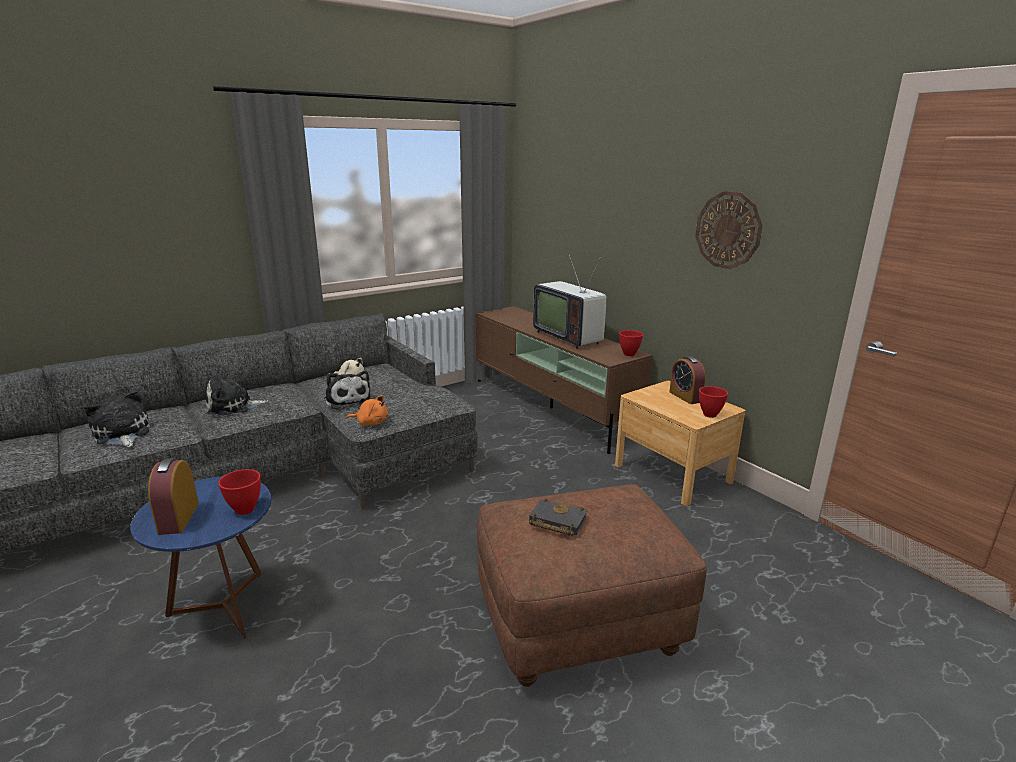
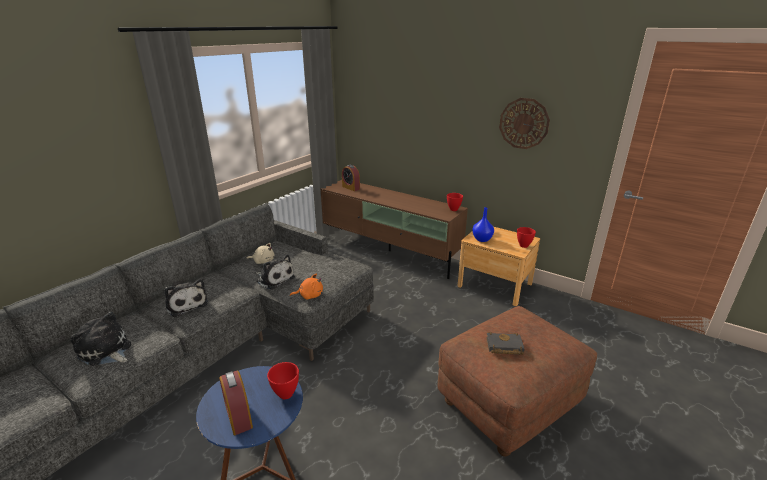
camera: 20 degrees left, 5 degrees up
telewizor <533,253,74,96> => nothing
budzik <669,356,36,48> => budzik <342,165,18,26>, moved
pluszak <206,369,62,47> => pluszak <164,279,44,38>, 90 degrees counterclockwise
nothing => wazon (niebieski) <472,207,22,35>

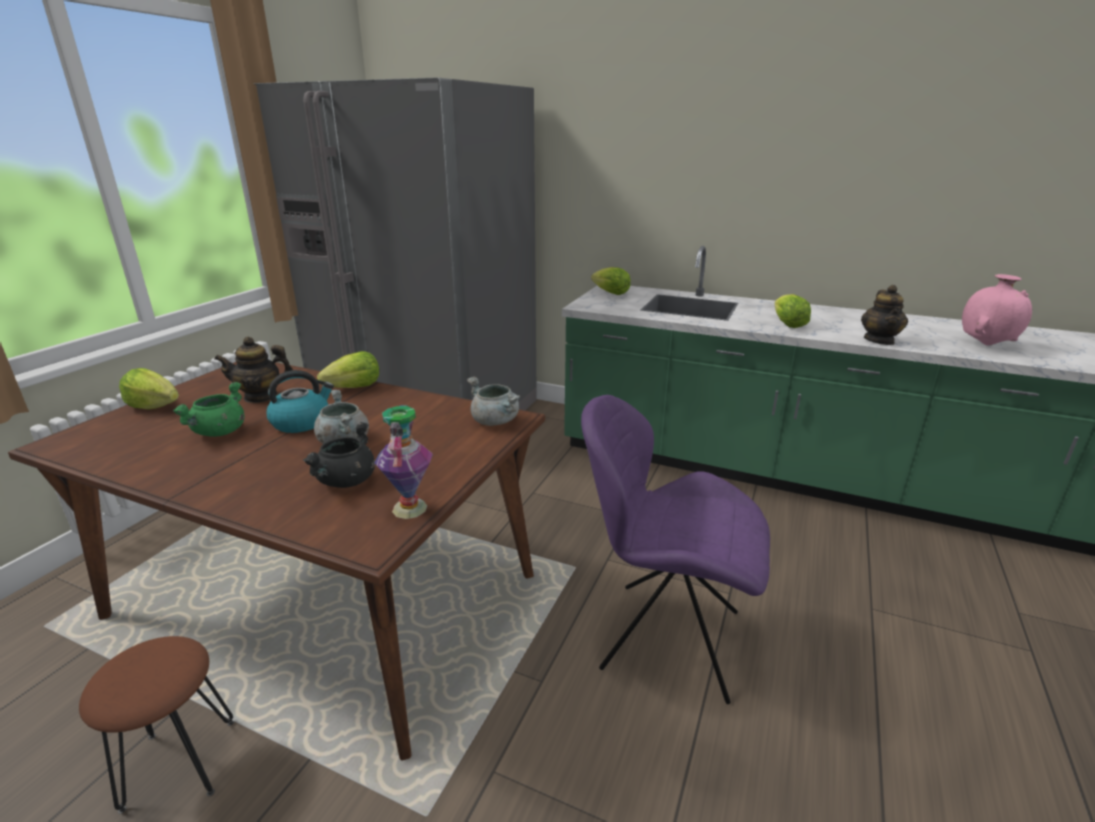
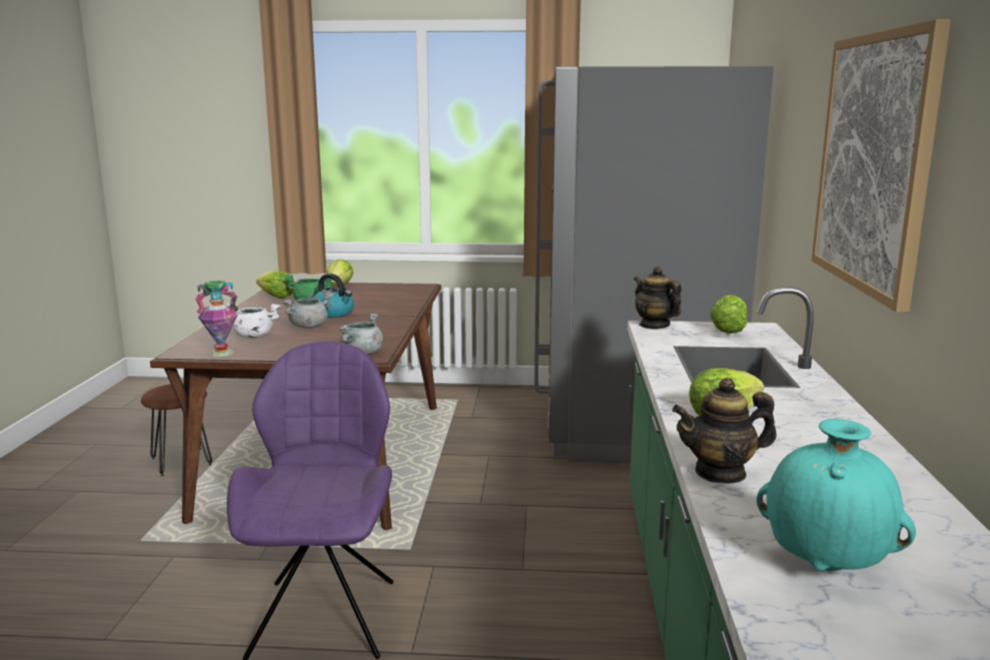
camera: 70 degrees right, 10 degrees down
wazon (różowy) <962,274,70,72> => wazon (turkusowy) <756,419,160,152>
imbryk <214,337,79,66> => imbryk <634,266,47,63>, moved
sałata <317,351,62,37> => sałata <256,270,38,29>, moved
garnek (czarny) <303,422,72,66> => garnek (biały) <227,303,54,35>
nothing => obraz <812,19,139,293>

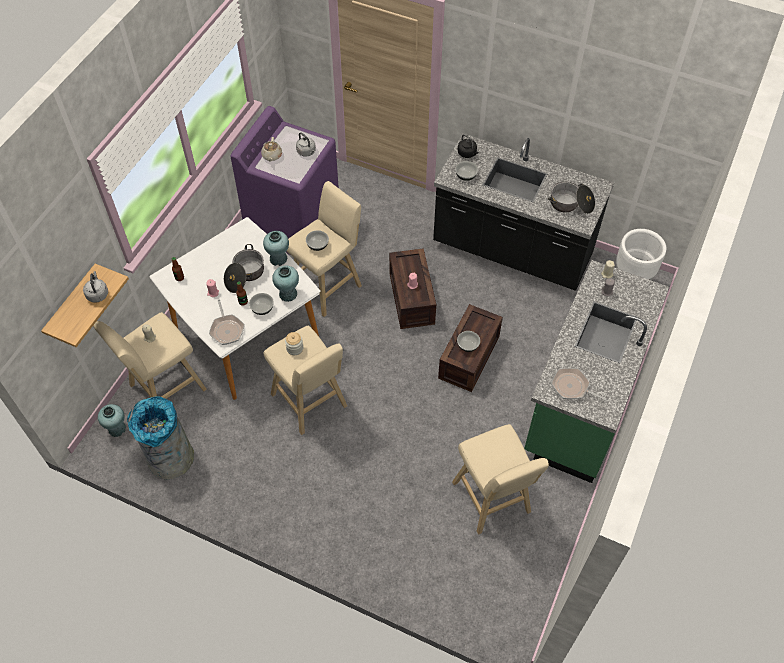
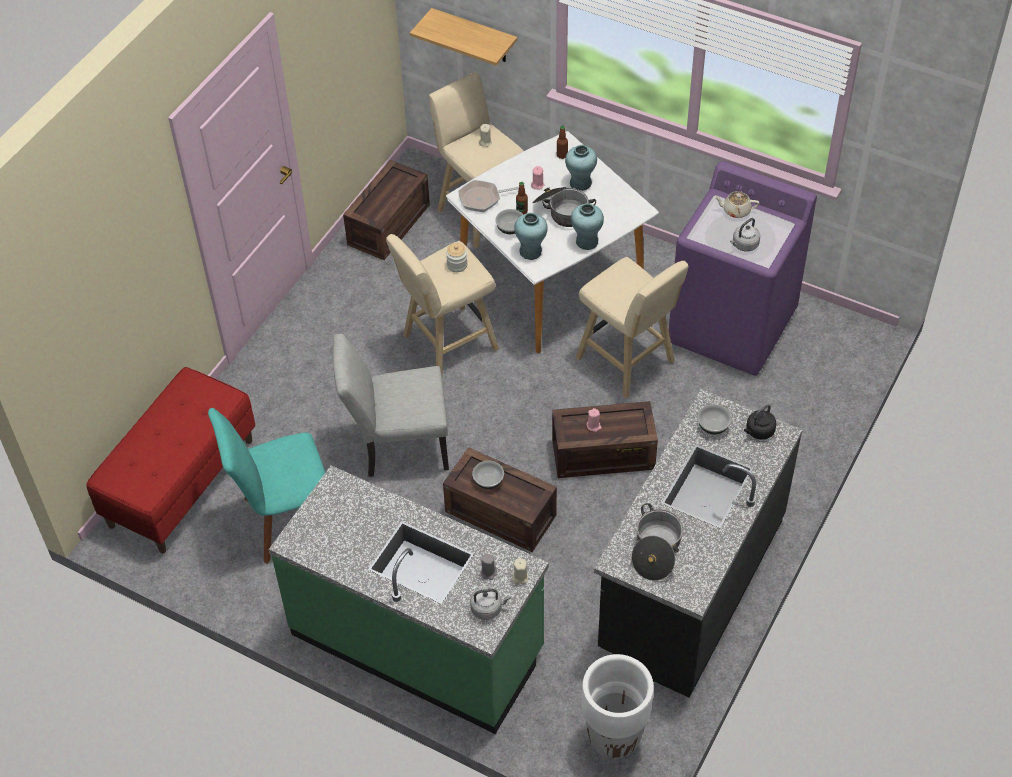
camera: 95 degrees right, 5 degrees down
miska <306,230,23,21> => nothing
czajnik (szary) <83,271,25,32> => czajnik (szary) <470,587,41,33>, moved
patelnia <551,368,58,34> => nothing
kosz na śmieci (szary) <127,396,67,84> => skrzynka <343,160,87,100>
wazon (turkusowy) <98,404,28,33> => wazon (turkusowy) <565,145,32,46>, moved
stołek (beżowy) <452,424,97,110> => krzesło (turkusowy) <208,408,118,156>
nothing => krzesło (szary) <333,334,116,143>
nothing => ławka (czerwony) <86,367,170,187>

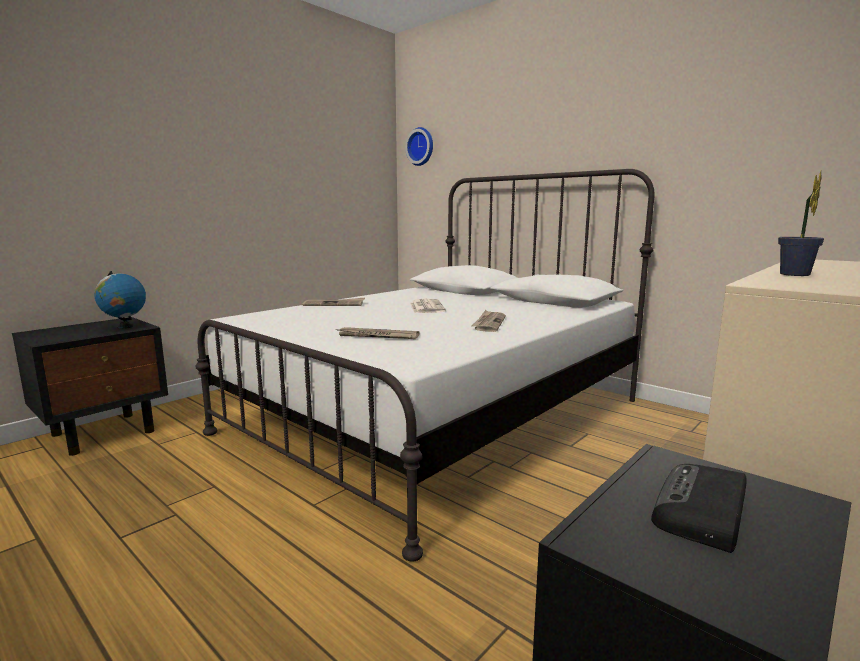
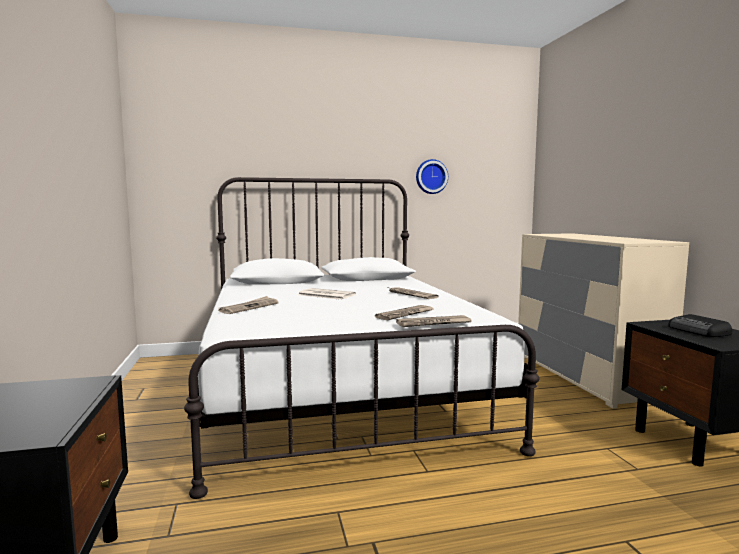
camera: 55 degrees left, 5 degrees down
zegar ścienny <405,127,28,39> => zegar ścienny <416,159,32,35>, moved
roślina doniczkowa <778,171,46,105> => nothing
globus <94,271,52,58> => nothing
nothing => gazeta <396,315,76,12>

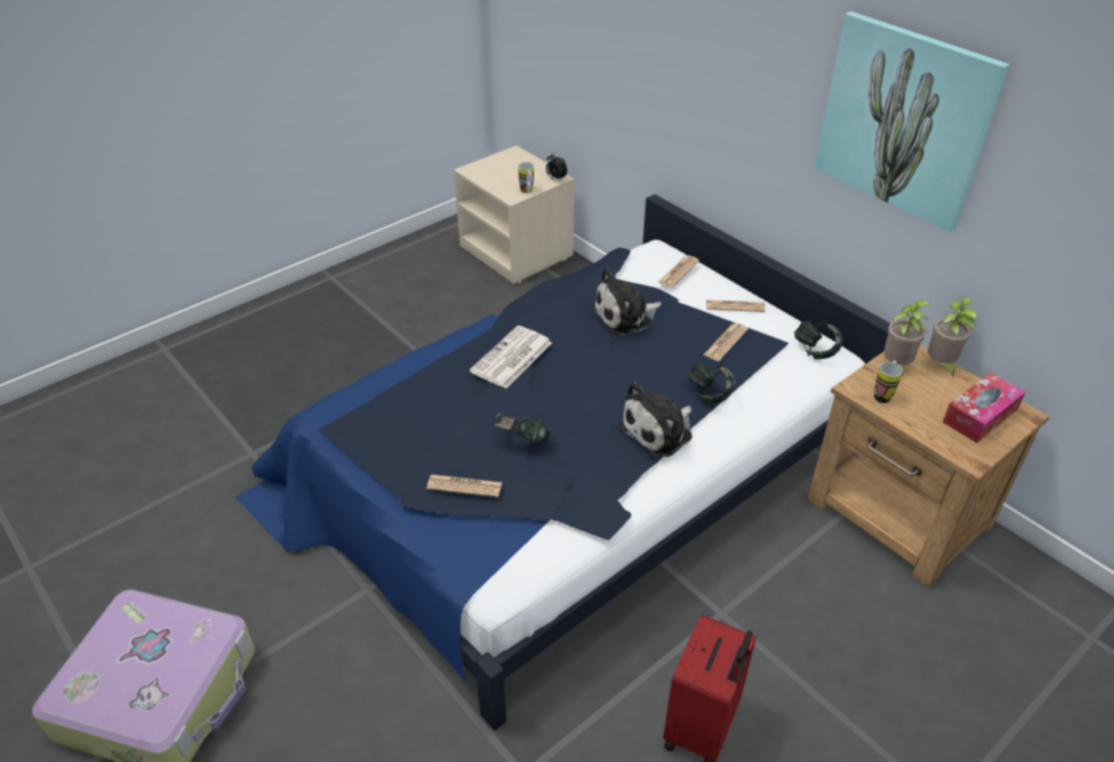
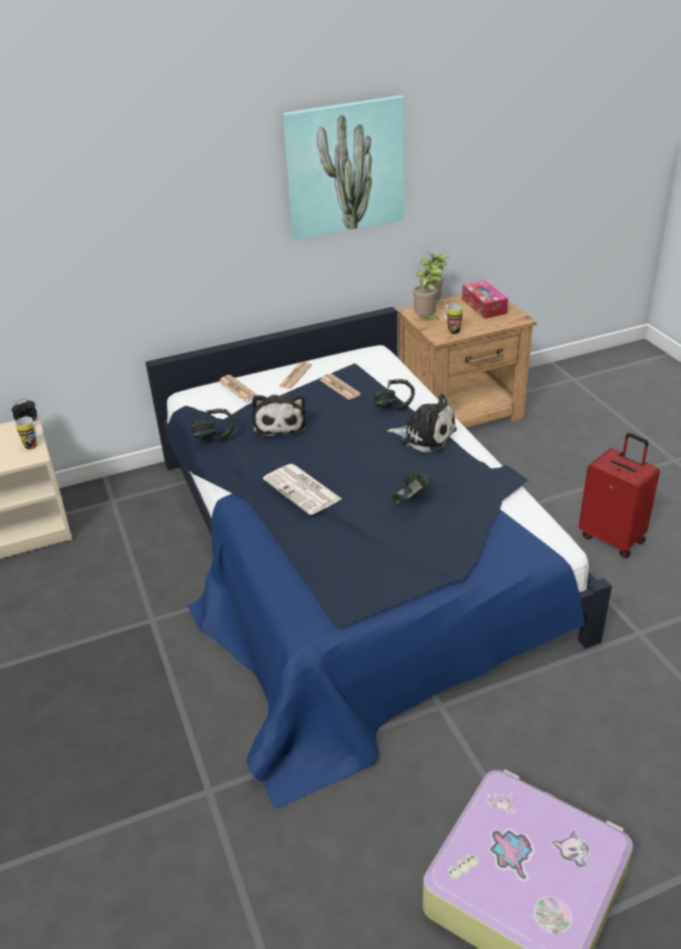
camera: 70 degrees left, 5 degrees down
słuchawki <794,321,49,38> => słuchawki <191,408,44,34>, moved
pluszak <618,382,74,75> => pluszak <387,394,70,58>, 45 degrees counterclockwise
gazeta <427,475,75,22> => nothing

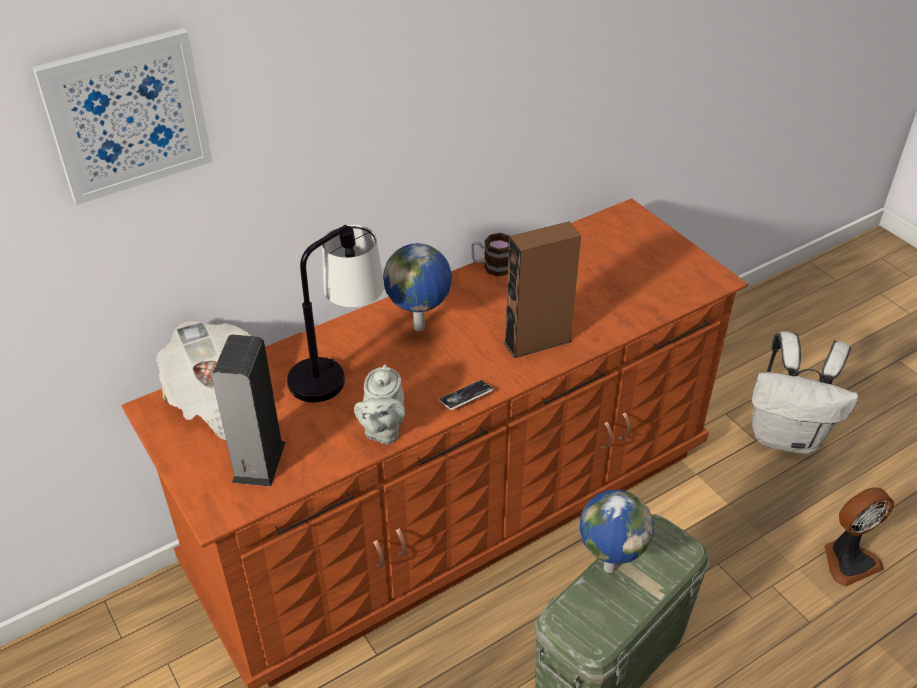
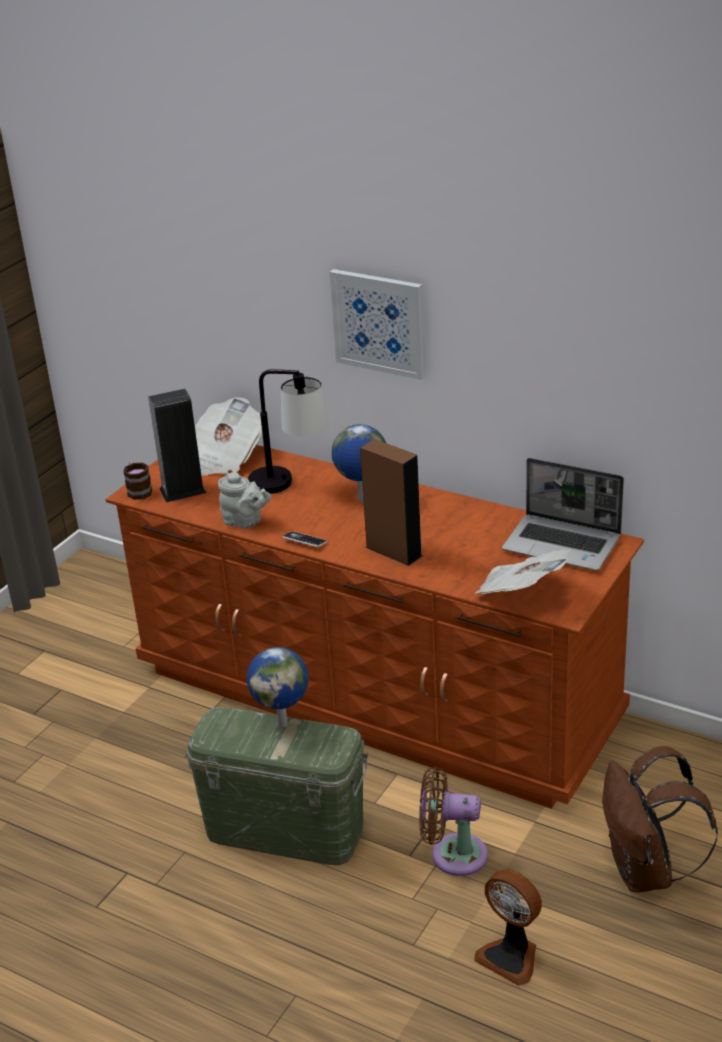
camera: 65 degrees right, 10 degrees down
obraz <33,28,180,177> => obraz <330,269,95,111>, moved
kubek <471,233,38,44> => kubek <123,461,29,39>, moved
plecak (biały) <751,331,107,123> => plecak (brązowy) <602,746,116,146>
imbryk (szary) <354,364,51,80> => imbryk (szary) <218,472,54,57>, 135 degrees counterclockwise
nothing => laptop <502,458,122,113>
nothing => gazeta <474,549,97,45>
nothing => wentylator (brązowy) <419,767,69,109>

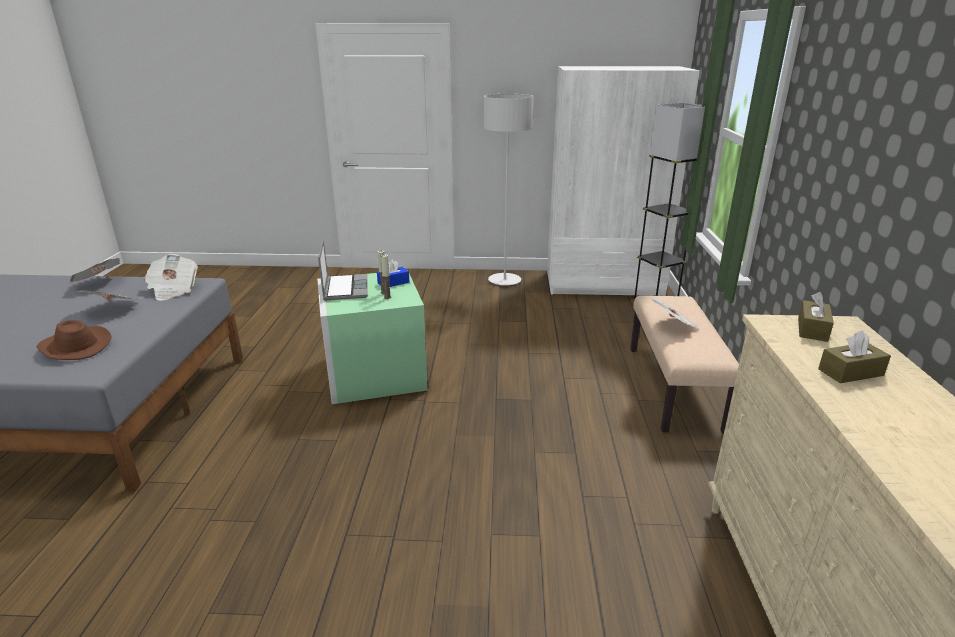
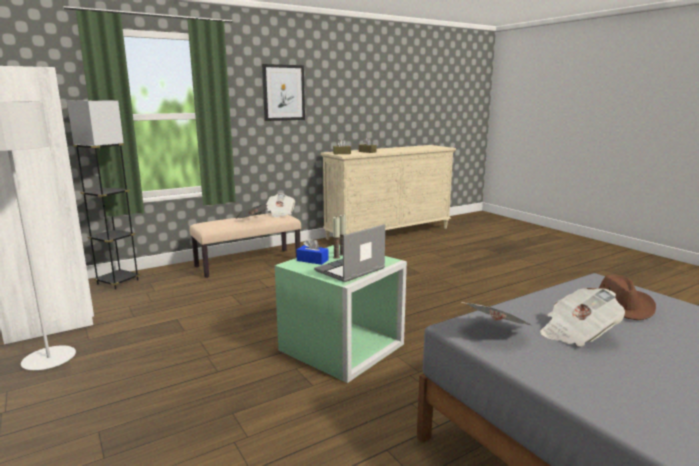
camera: 125 degrees left, 10 degrees down
gazeta <69,258,51,25> => gazeta <266,194,30,24>, moved
nothing => obraz <262,64,43,57>

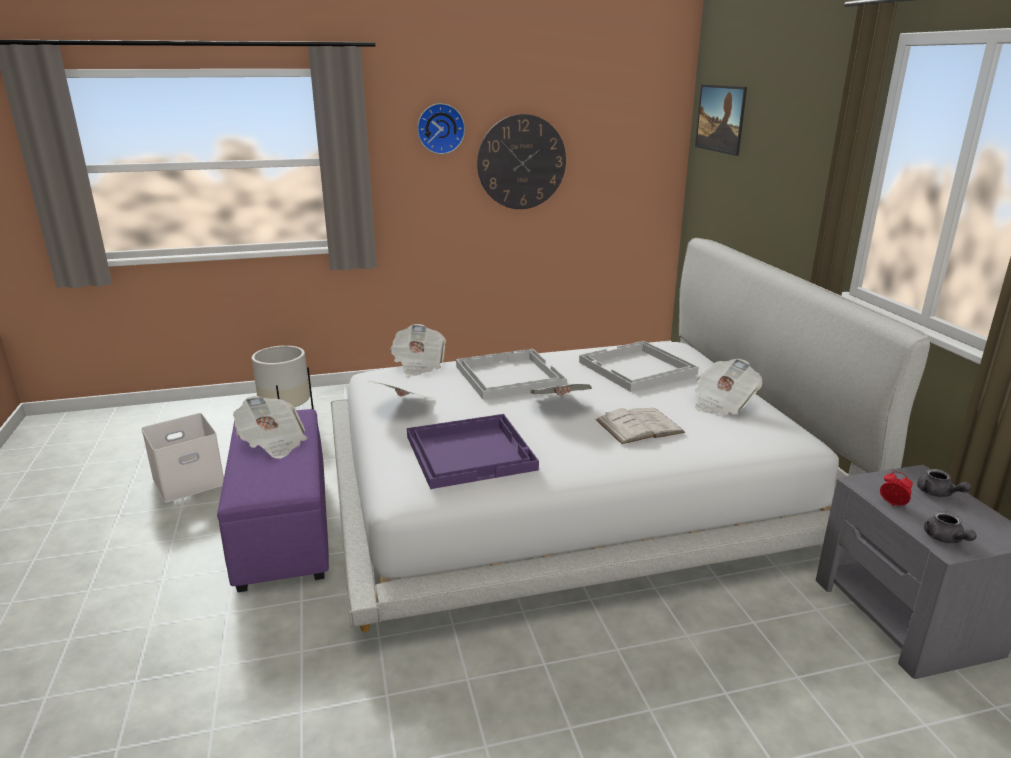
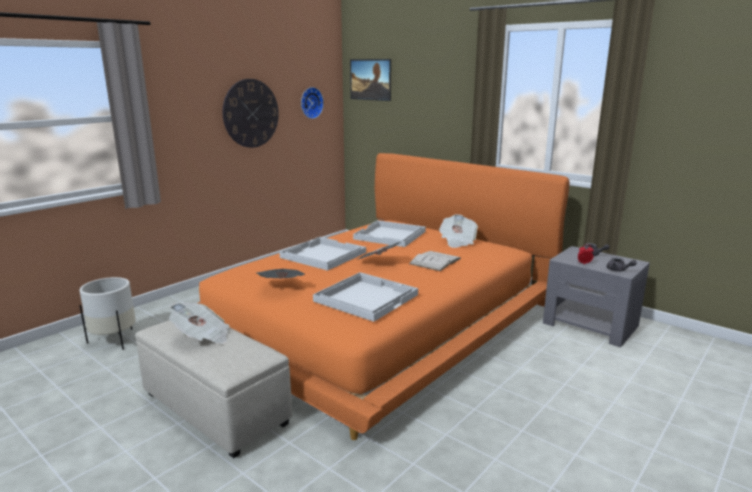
camera: 35 degrees left, 5 degrees down
zegar ścienny <417,103,48,51> => zegar ścienny <301,87,23,32>, moved
łóżko (biały) <331,238,599,394> => łóżko (pomarańczowy) <198,153,372,287>
gazeta <390,324,56,52> => nothing
pufa (fioletowy) <217,409,112,183> => pufa (beżowy) <135,320,157,138>
pojemnik do przechowywania (biały) <141,413,83,90> => nothing
taca (fioletowy) <407,414,132,75> => taca (biały) <313,272,105,50>

